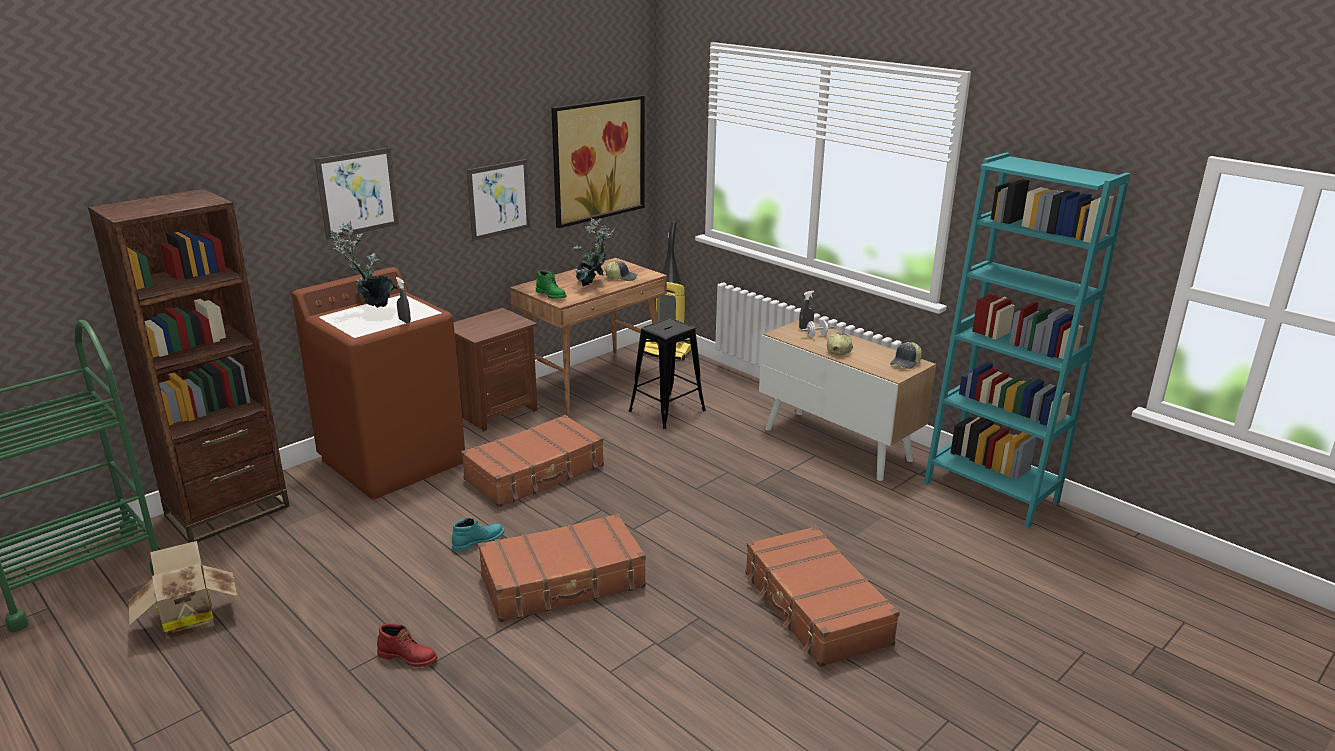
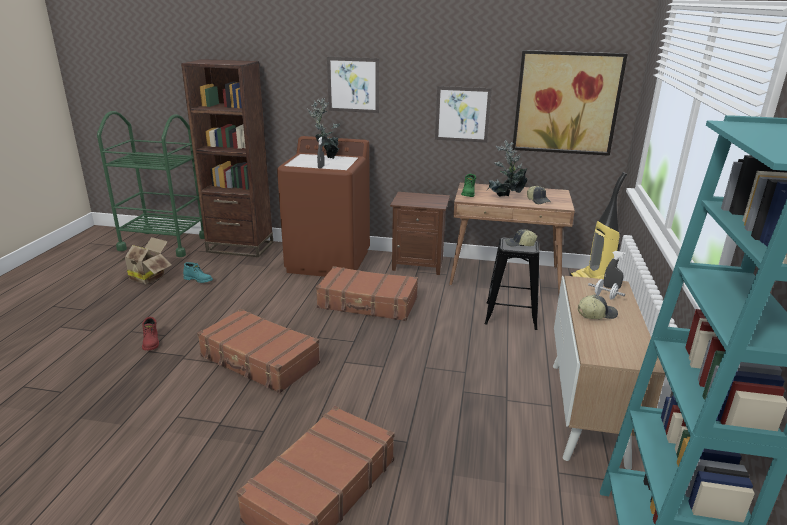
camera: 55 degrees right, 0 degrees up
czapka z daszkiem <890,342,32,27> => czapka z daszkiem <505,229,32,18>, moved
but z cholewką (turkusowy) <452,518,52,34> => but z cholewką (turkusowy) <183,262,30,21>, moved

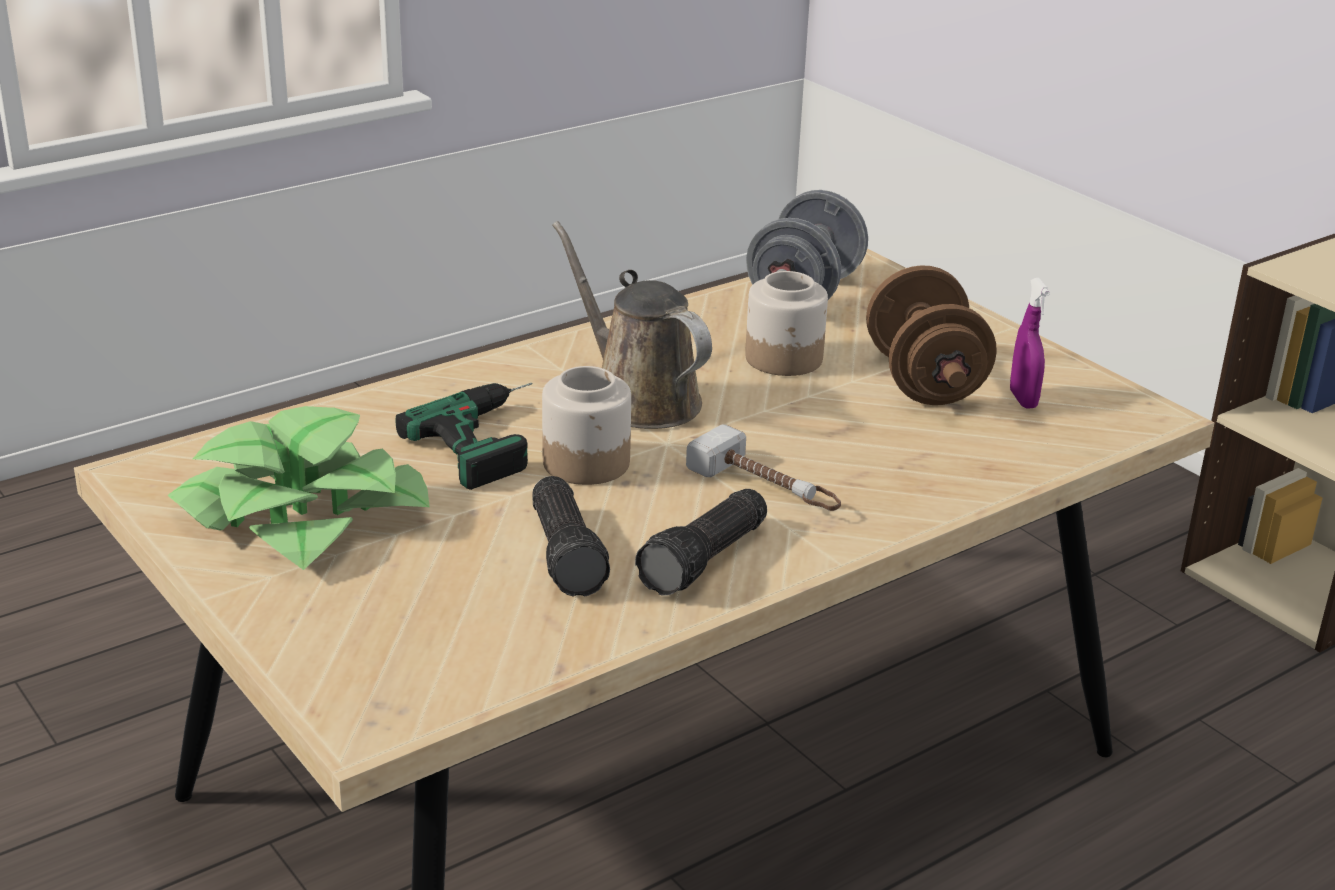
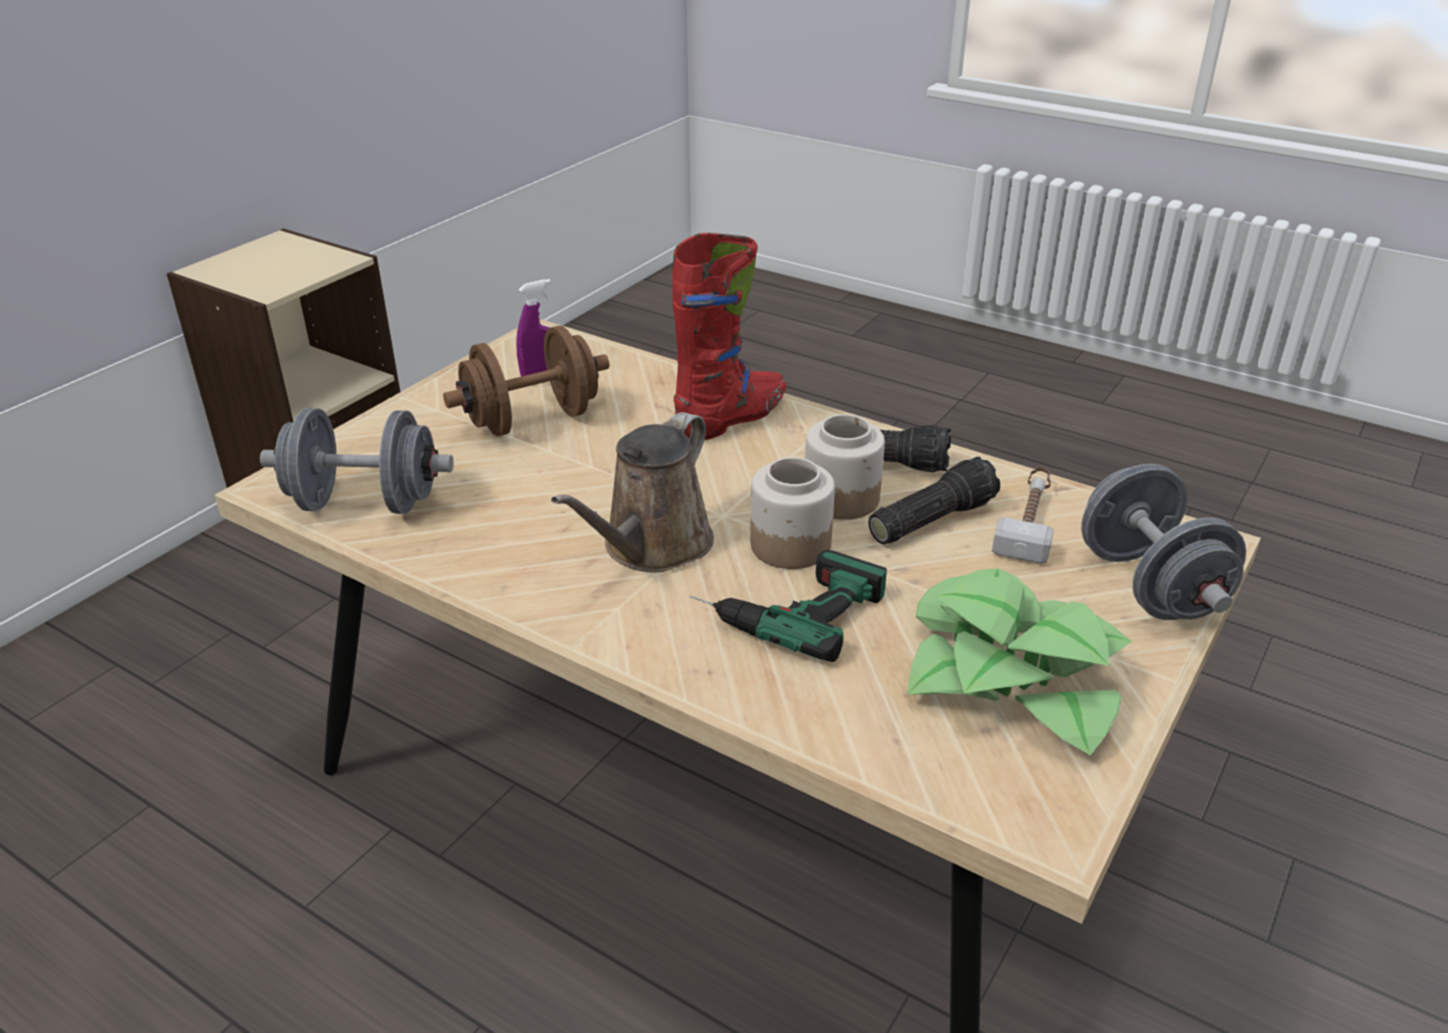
camera: 110 degrees left, 5 degrees up
słoik <745,271,83,105> => słoik <805,414,80,106>, moved
młotek <686,424,155,87> => młotek <992,467,62,97>, moved
nothing => but z cholewką (czerwony) <672,233,114,207>
nothing => hantel (szary) <1081,464,165,156>

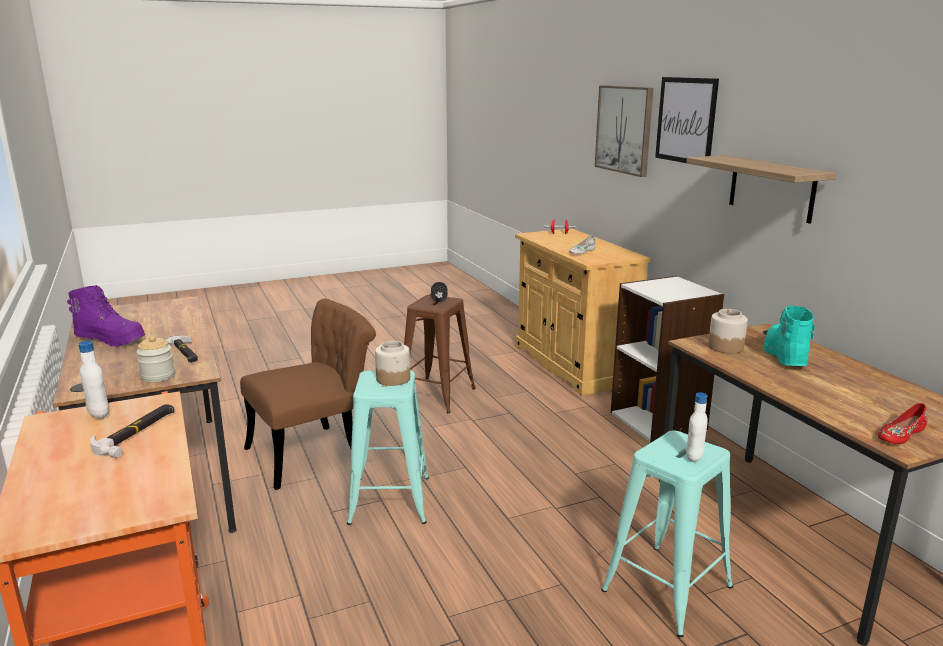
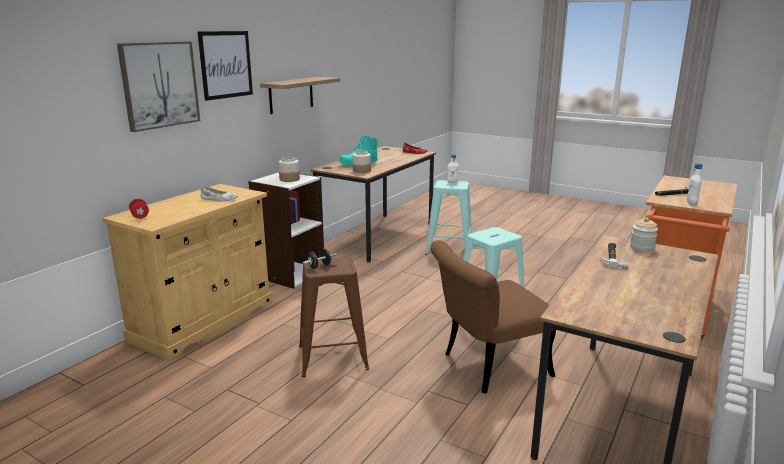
camera: 125 degrees left, 0 degrees up
but z cholewką (fioletowy) <67,285,79,62> => nothing
krzesło (brązowy) <240,299,136,191> => krzesło (brązowy) <431,240,125,154>, 45 degrees counterclockwise
słoik <375,341,35,45> => słoik <278,157,22,25>, moved

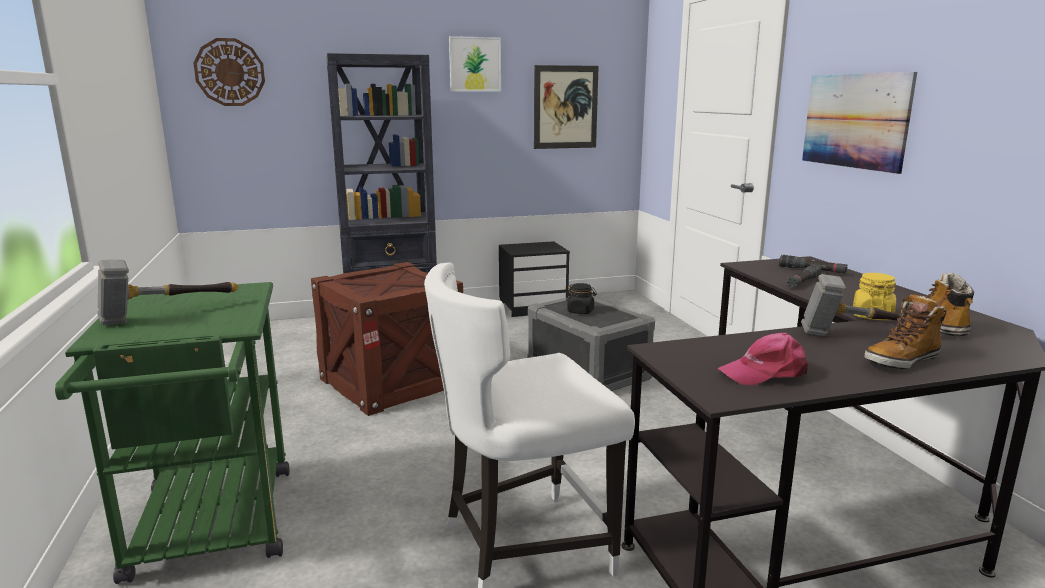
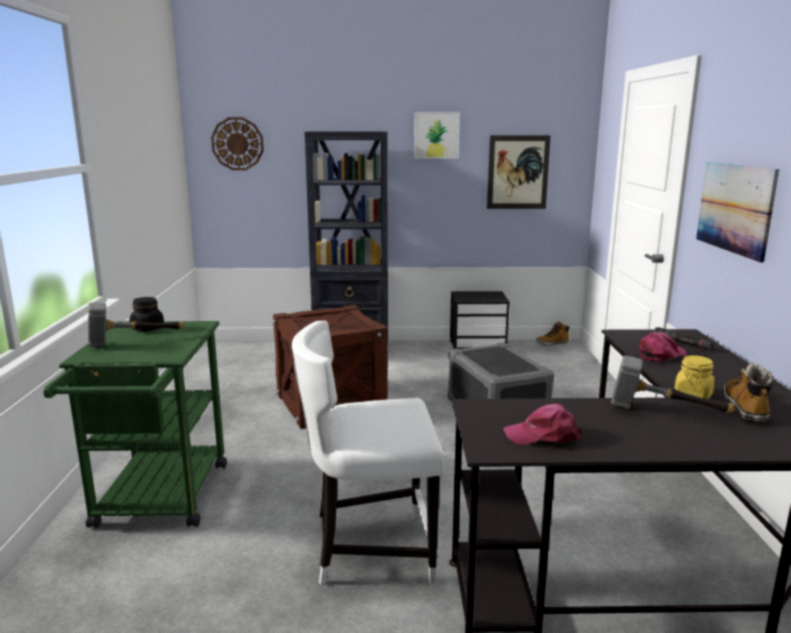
camera: 15 degrees right, 0 degrees up
latarka (czarny) <787,264,35,24> => czapka z daszkiem (różowy) <639,332,48,31>
słoik (czarny) <566,283,31,31> => słoik (czarny) <130,297,34,35>, moved
but z cholewką <864,296,82,73> => but z cholewką <536,321,34,24>, moved

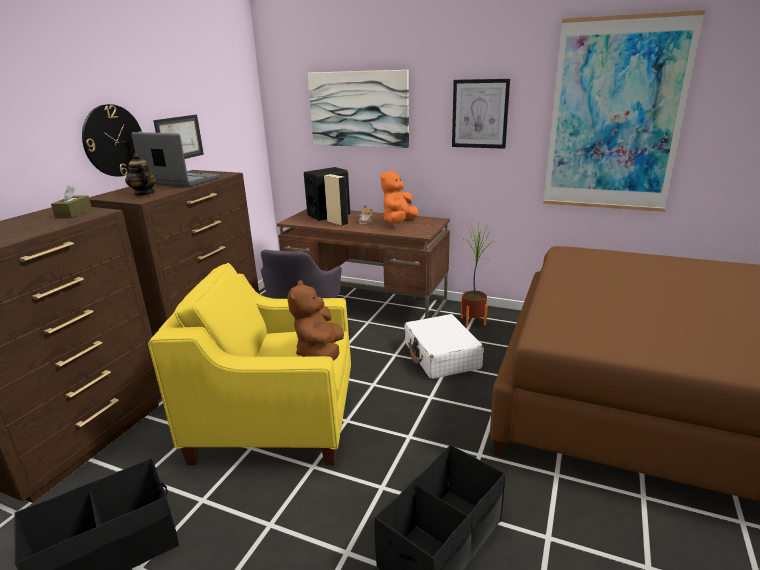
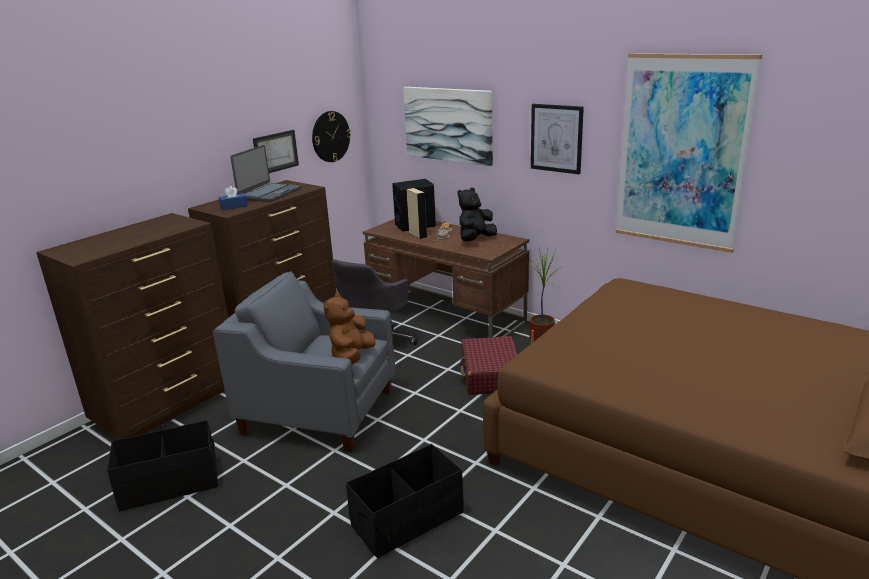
camera: 15 degrees right, 0 degrees up
zegar ścienny <82,104,60,73> => zegar ścienny <312,111,39,51>, moved
laptop <131,132,89,55> => laptop <230,145,72,57>, 75 degrees clockwise
imbryk <125,154,32,42> => pudełko chusteczek (niebieski) <219,186,29,24>
pluszak (pomarańczowy) <381,170,37,53> => pluszak (czarny) <457,188,40,54>
pudełko chusteczek (brązowy) <51,185,41,33> => nothing
fotel (żółty) <148,263,203,202> => fotel (szary) <213,271,183,181>
walizka (biały) <404,314,80,65> => walizka (czerwony) <460,336,58,59>

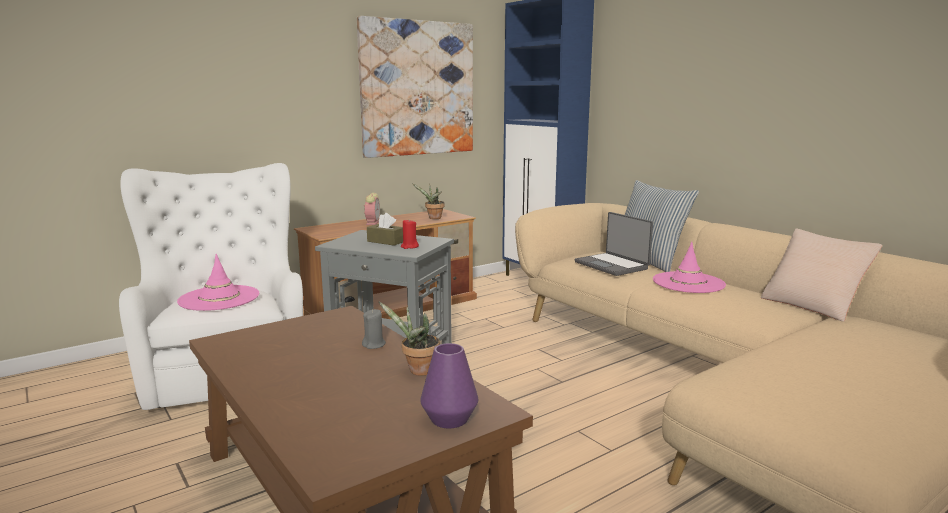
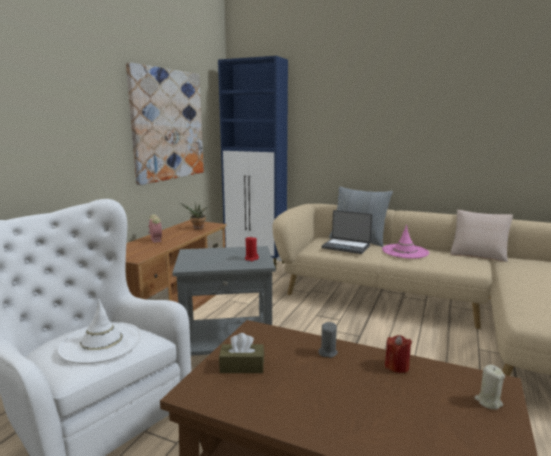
camera: 30 degrees left, 0 degrees up
pudełko chusteczek (brązowy) <367,213,36,33> => pudełko chusteczek (brązowy) <219,333,45,40>, moved
kapelusz (różowy) <177,254,82,57> => kapelusz (biały) <58,299,84,65>
roślina doniczkowa <378,301,62,75> => świeca (czerwony) <385,335,27,38>
wazon (fioletowy) <420,343,58,86> => świeca (beżowy) <474,365,31,45>

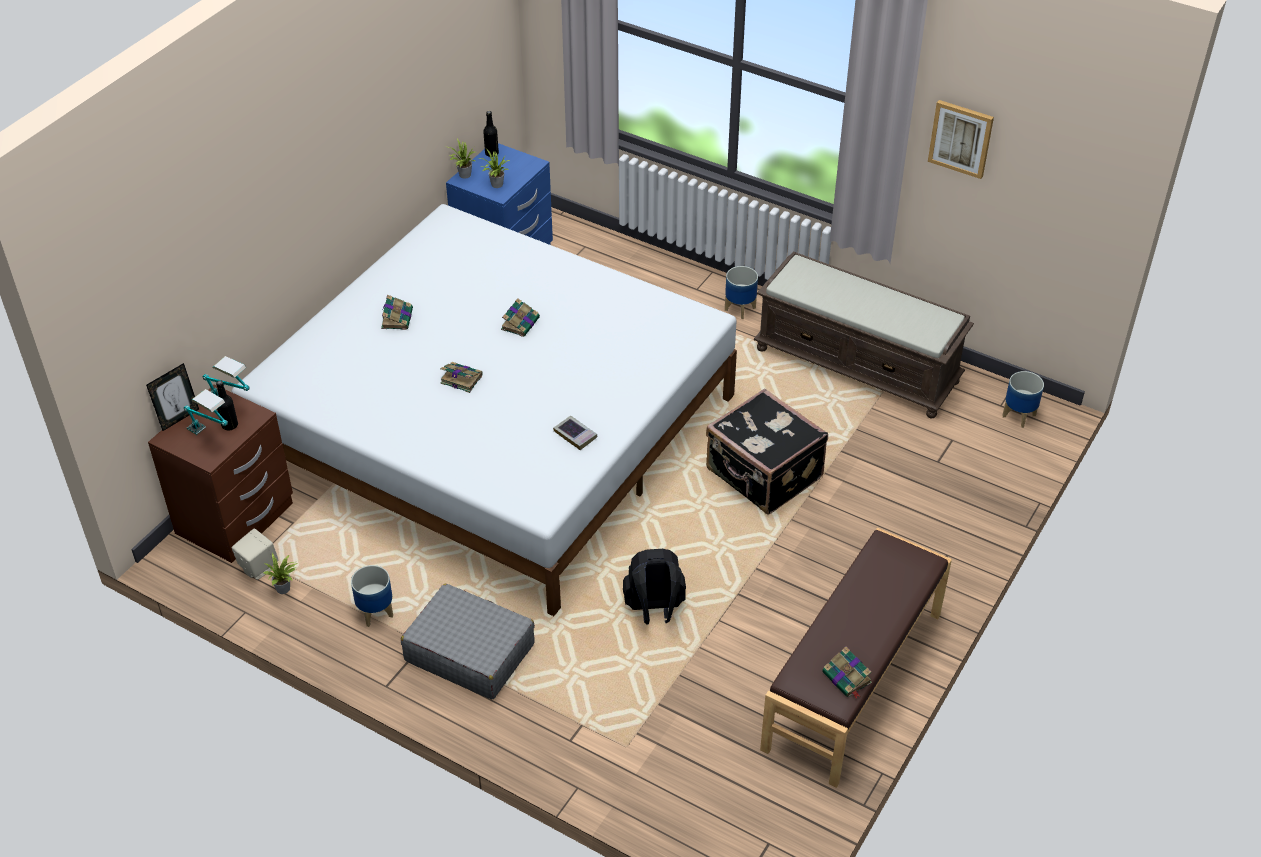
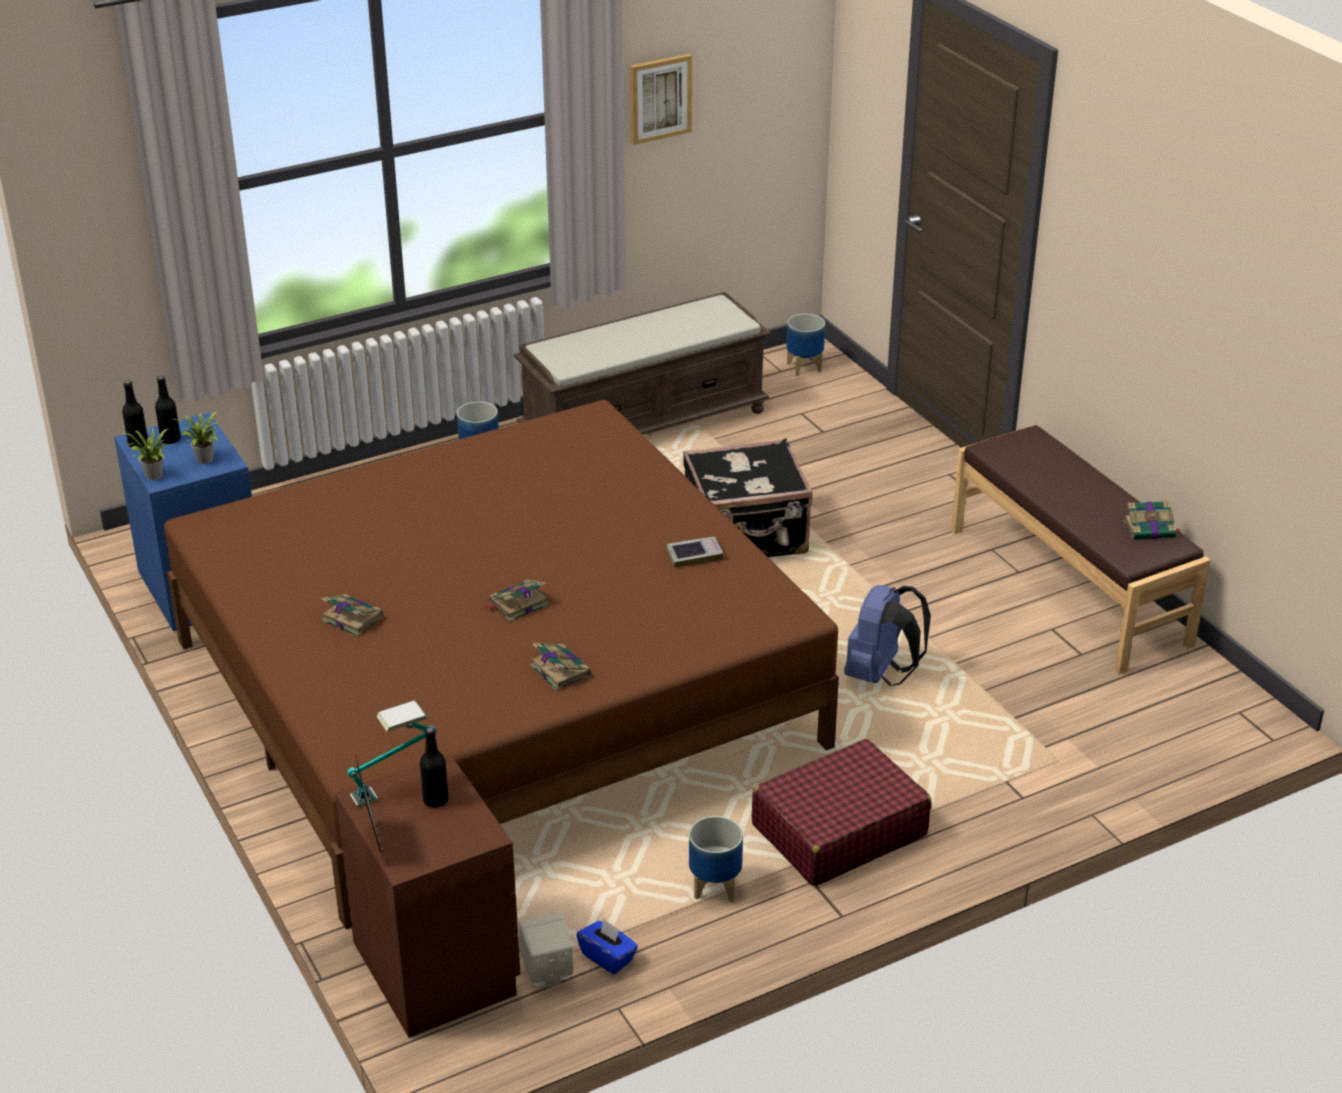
camera: 60 degrees left, 10 degrees down
łóżko (biały) <232,204,505,412> => łóżko (brązowy) <164,400,675,529>
książka <501,298,39,39> => książka <530,643,61,48>, moved
lampa stołowa <184,389,44,46> => nothing
plecak (czarny) <623,549,63,75> => plecak (niebieski) <844,585,87,101>
roślina doniczkowa <263,553,35,41> => pudełko chusteczek (niebieski) <576,918,62,56>
walizka (szary) <401,584,134,115> => walizka (czerwony) <752,739,180,147>
nothing => butelka (czarny) <155,376,26,68>

